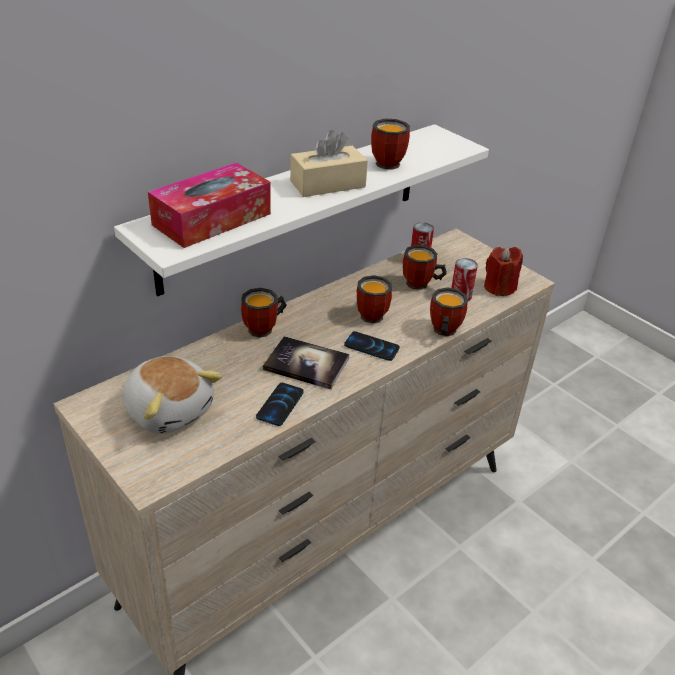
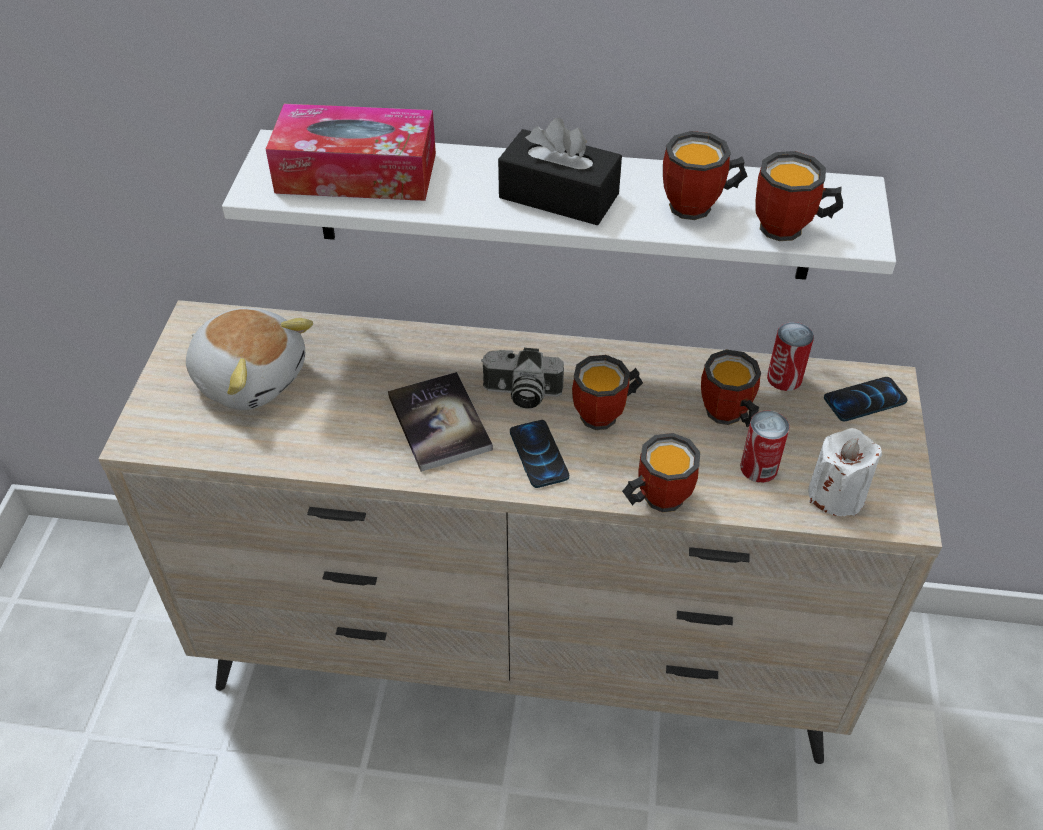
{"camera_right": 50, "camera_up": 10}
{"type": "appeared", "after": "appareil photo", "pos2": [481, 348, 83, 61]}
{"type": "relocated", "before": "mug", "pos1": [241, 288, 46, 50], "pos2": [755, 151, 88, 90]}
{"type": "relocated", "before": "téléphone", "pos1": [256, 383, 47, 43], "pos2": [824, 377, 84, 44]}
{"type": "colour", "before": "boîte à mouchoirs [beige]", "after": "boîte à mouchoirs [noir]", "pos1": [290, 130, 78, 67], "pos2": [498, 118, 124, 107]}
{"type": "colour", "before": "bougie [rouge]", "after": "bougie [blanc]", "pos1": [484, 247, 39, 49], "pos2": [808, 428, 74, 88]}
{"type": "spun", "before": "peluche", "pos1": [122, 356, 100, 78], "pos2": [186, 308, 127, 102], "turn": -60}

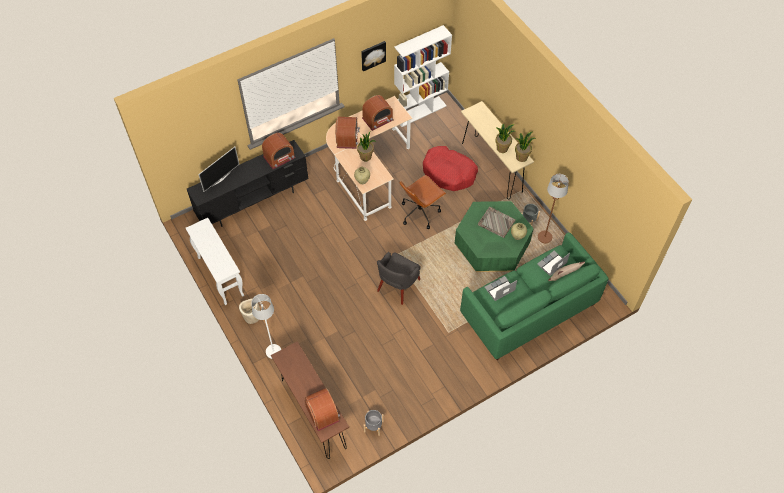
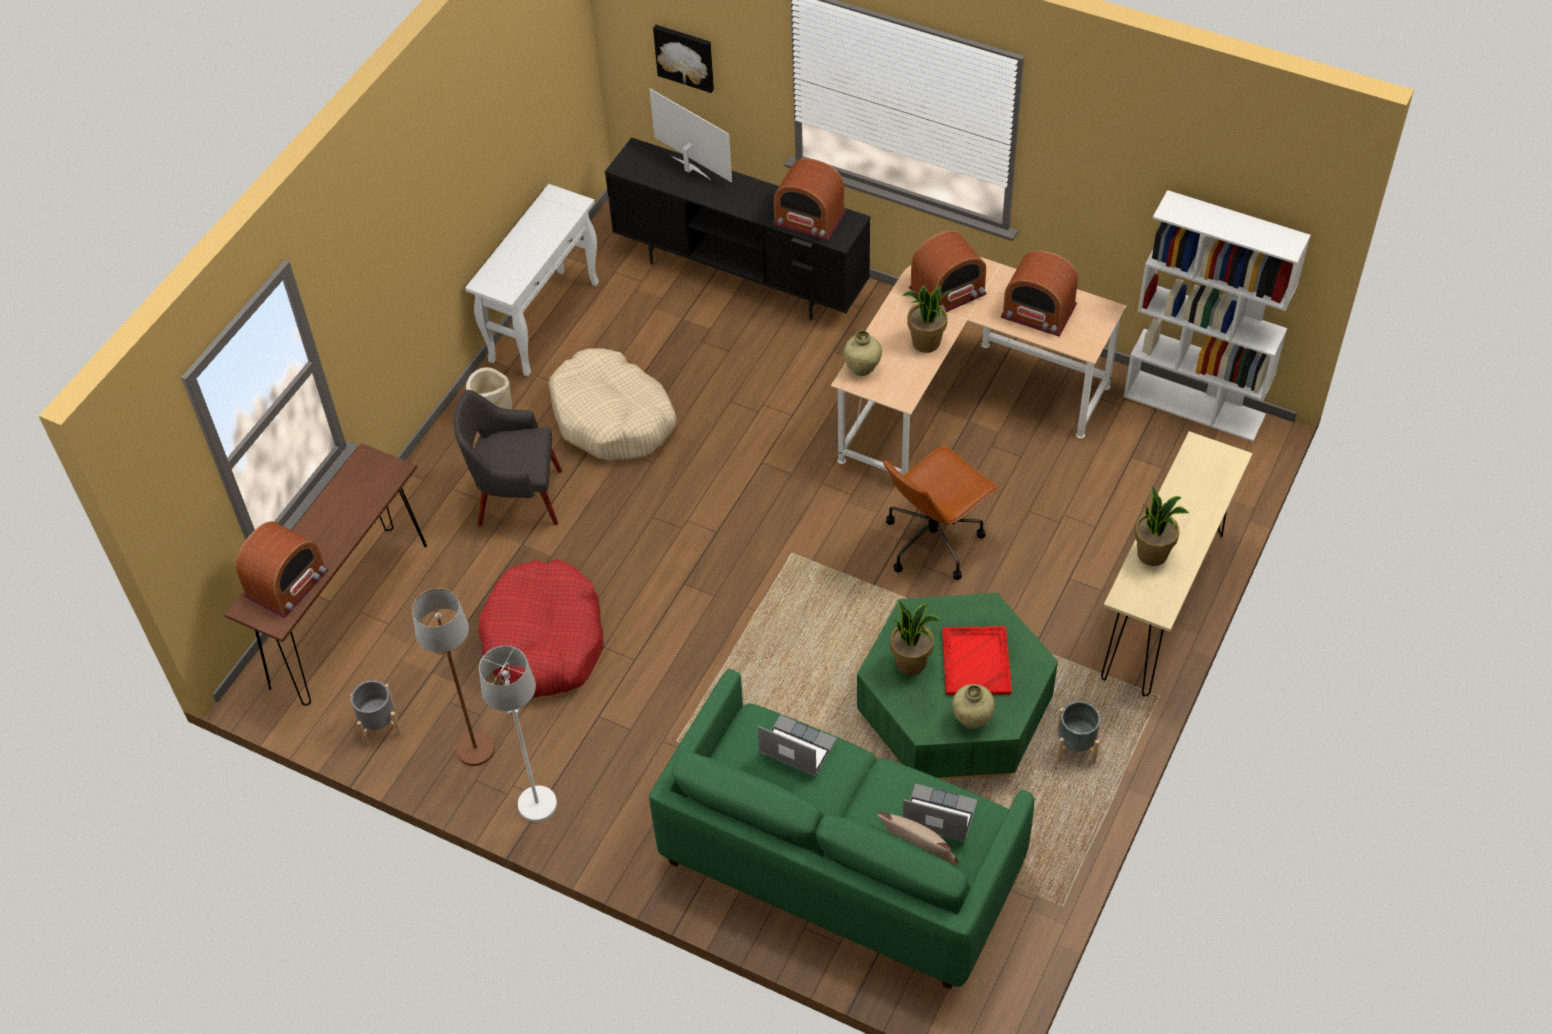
{"camera_right": 60, "camera_up": -5}
{"type": "appeared", "after": "panier pour chien [beige]", "pos2": [549, 348, 128, 112]}
{"type": "relocated", "before": "lampadaire [blanc]", "pos1": [251, 294, 30, 65], "pos2": [479, 645, 78, 177]}
{"type": "relocated", "before": "tableau", "pos1": [361, 41, 25, 30], "pos2": [653, 25, 61, 68]}
{"type": "relocated", "before": "fauteuil [gris]", "pos1": [377, 252, 44, 53], "pos2": [454, 390, 108, 136]}
{"type": "relocated", "before": "panier pour chien [rouge]", "pos1": [423, 146, 55, 45], "pos2": [479, 559, 125, 139]}
{"type": "relocated", "before": "plante en pot", "pos1": [515, 131, 21, 31], "pos2": [890, 600, 51, 75]}
{"type": "relocated", "before": "lampadaire [marron]", "pos1": [538, 174, 31, 69], "pos2": [412, 588, 83, 178]}
{"type": "colour", "before": "plateau [gris]", "after": "plateau [rouge]", "pos1": [478, 207, 38, 31], "pos2": [942, 626, 70, 69]}
{"type": "spun", "before": "téléviseur", "pos1": [198, 147, 41, 45], "pos2": [649, 89, 83, 94], "turn": -150}
{"type": "spun", "before": "chaise de bureau [marron]", "pos1": [399, 175, 47, 54], "pos2": [883, 445, 115, 135], "turn": -60}

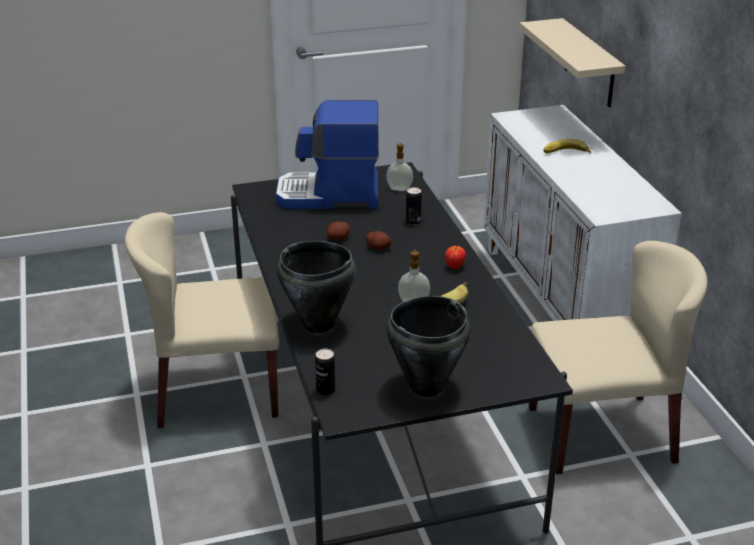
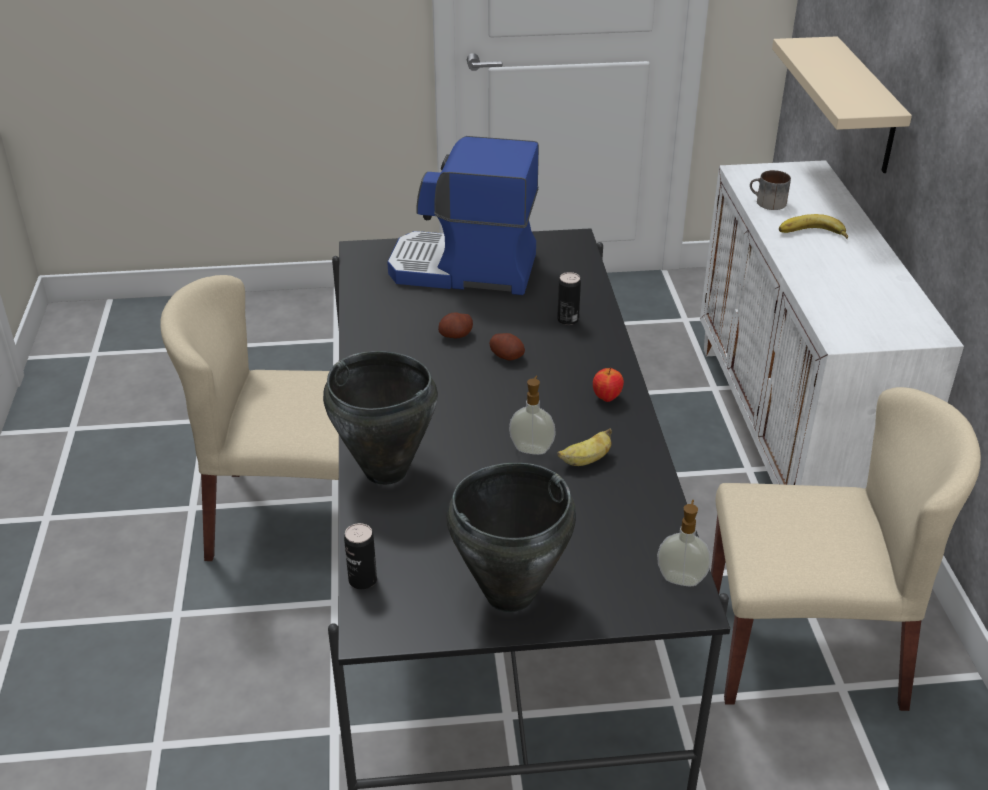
{"camera_right": 10, "camera_up": 5}
{"type": "appeared", "after": "mug", "pos2": [750, 170, 41, 40]}
{"type": "relocated", "before": "distributeur de savon", "pos1": [386, 143, 27, 48], "pos2": [657, 500, 54, 86]}

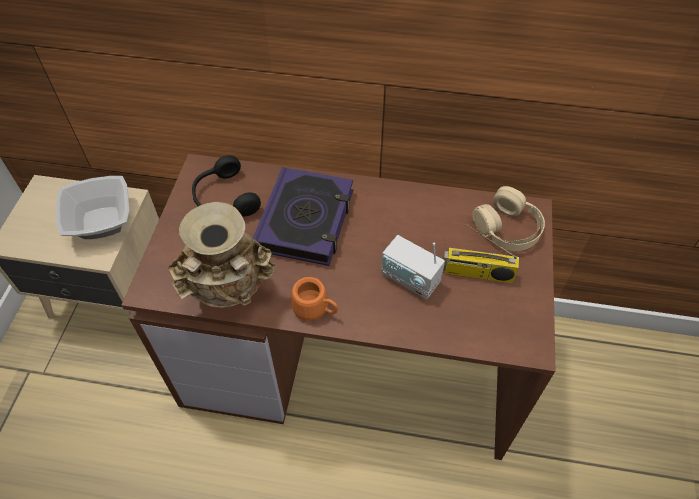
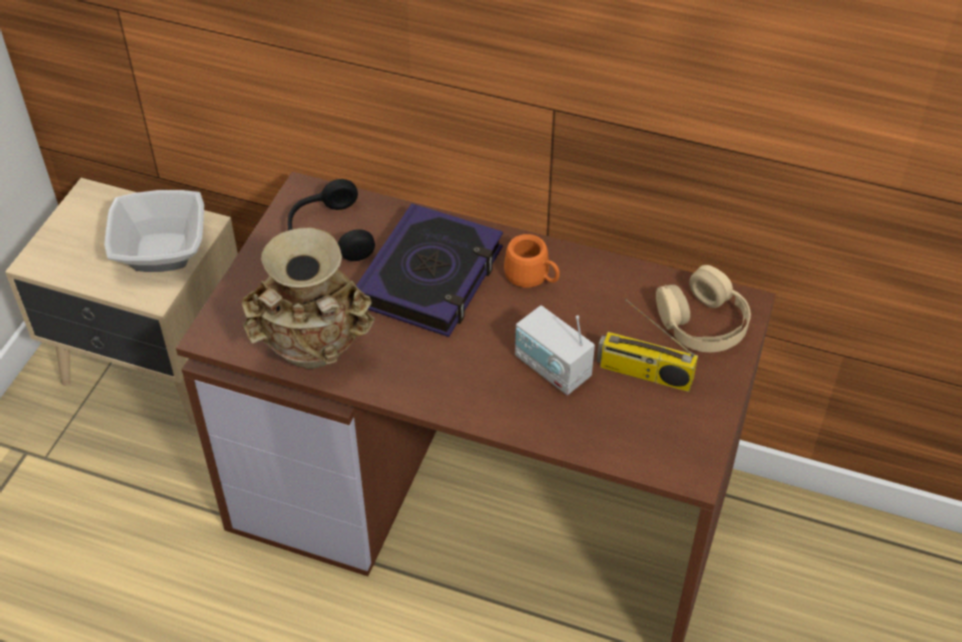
{"camera_right": 10, "camera_up": -5}
{"type": "relocated", "before": "mug [orange]", "pos1": [291, 277, 47, 44], "pos2": [504, 234, 56, 54]}

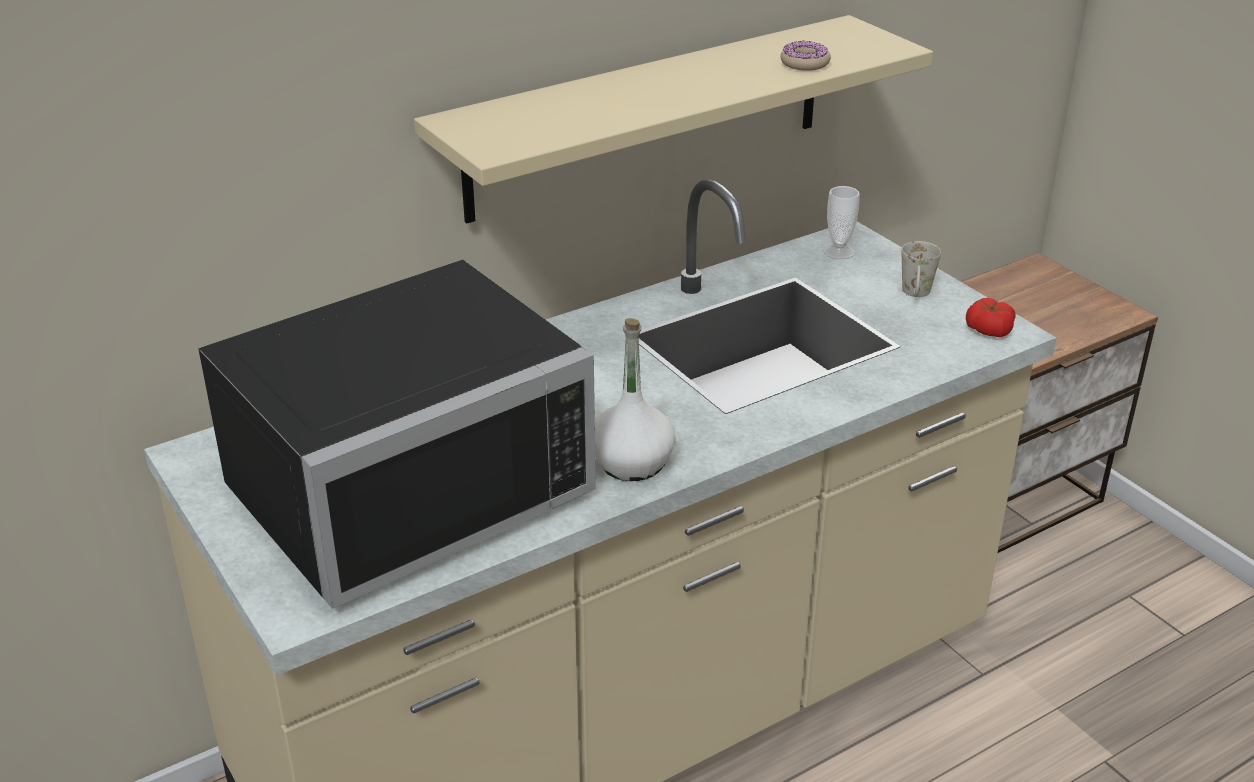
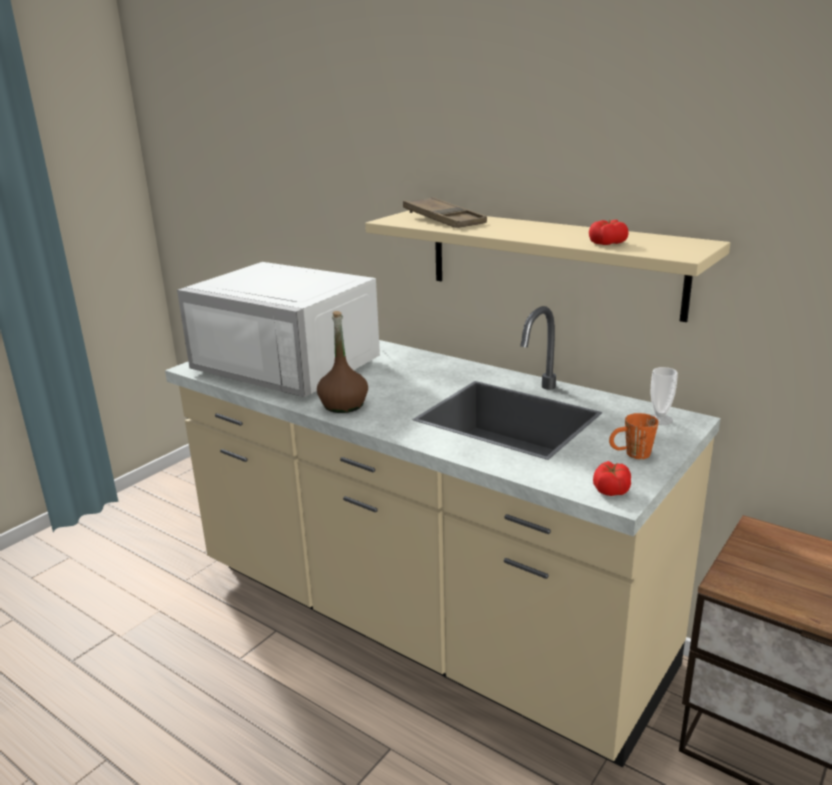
{"camera_right": 70, "camera_up": -10}
{"type": "appeared", "after": "plateau [marron]", "pos2": [403, 197, 84, 31]}
{"type": "exchanged", "before": "beignet", "after": "tomate", "pos1": [781, 40, 50, 31], "pos2": [589, 220, 40, 25]}
{"type": "colour", "before": "micro-ondes [noir]", "after": "micro-ondes [blanc]", "pos1": [198, 260, 398, 349], "pos2": [177, 262, 203, 135]}
{"type": "colour", "before": "bouteille [blanc]", "after": "bouteille [marron]", "pos1": [595, 318, 81, 163], "pos2": [317, 311, 51, 102]}
{"type": "colour", "before": "mug [blanc]", "after": "mug [orange]", "pos1": [902, 241, 39, 56], "pos2": [609, 413, 49, 46]}

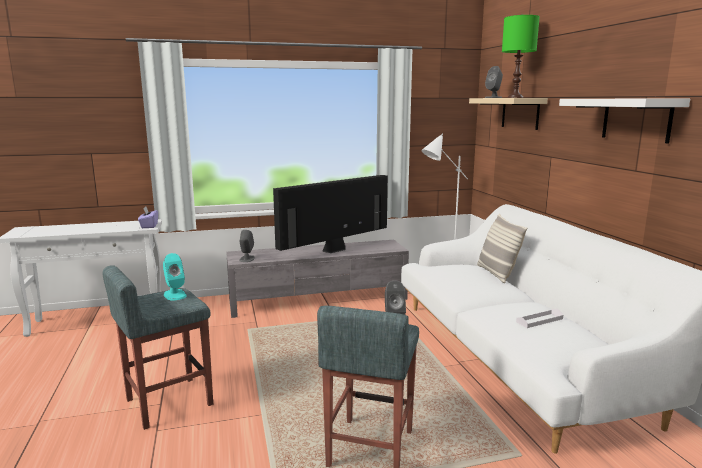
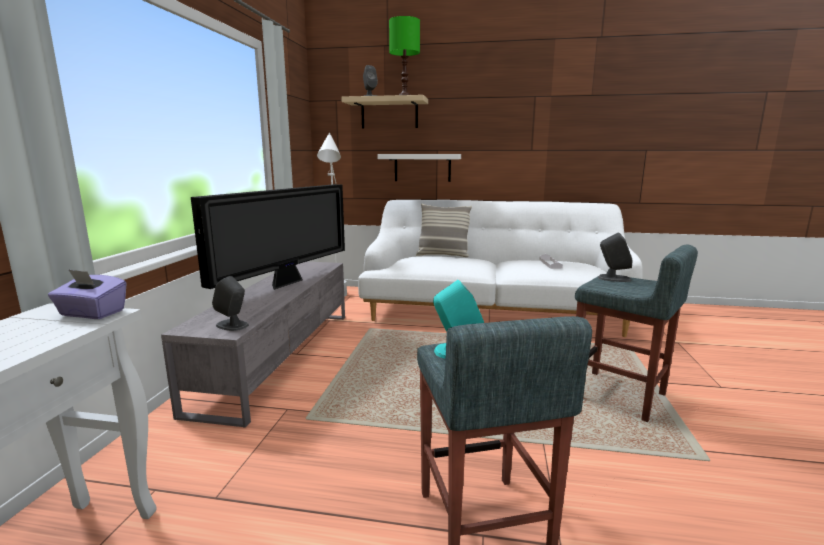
{"camera_right": -65, "camera_up": 0}
{"type": "relocated", "before": "étagère [blanc]", "pos1": [559, 98, 131, 46], "pos2": [377, 154, 84, 28]}
{"type": "spun", "before": "téléviseur", "pos1": [273, 175, 115, 78], "pos2": [191, 184, 154, 106], "turn": -135}

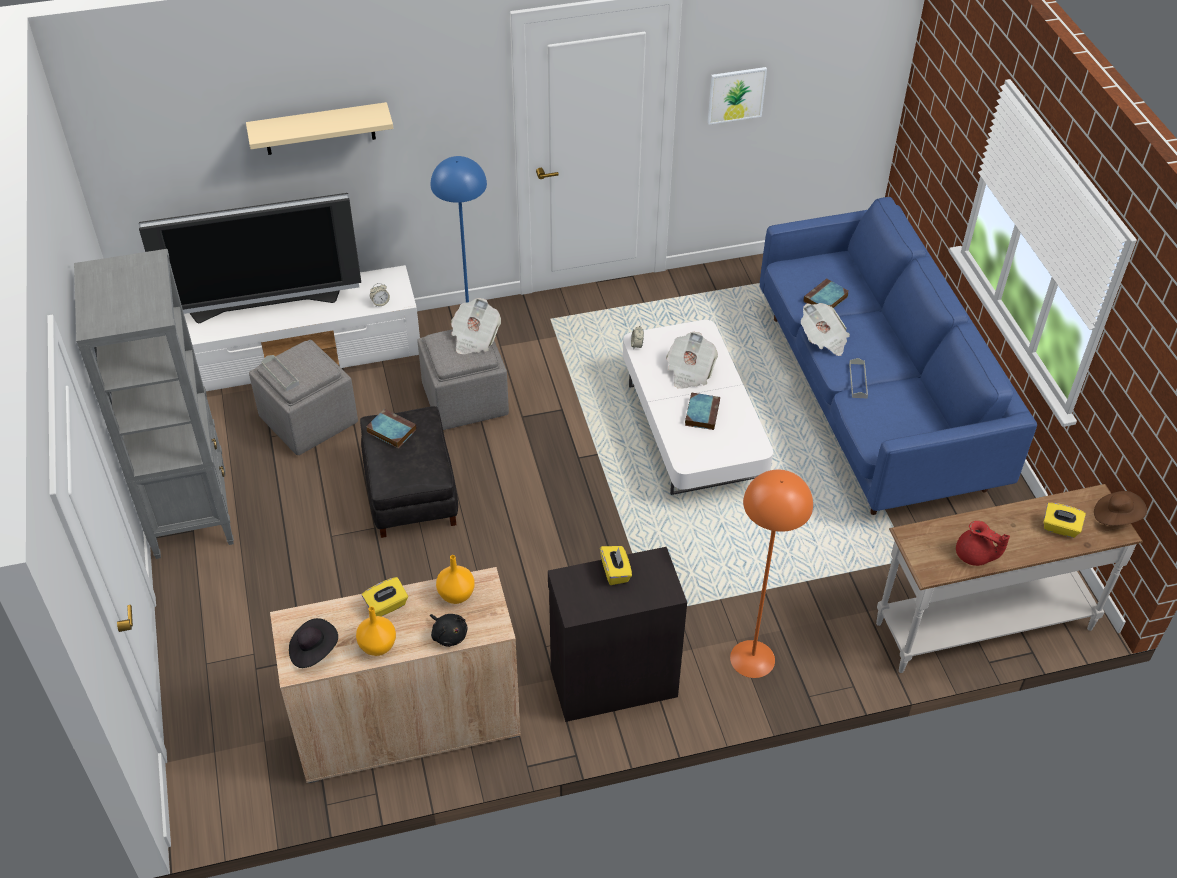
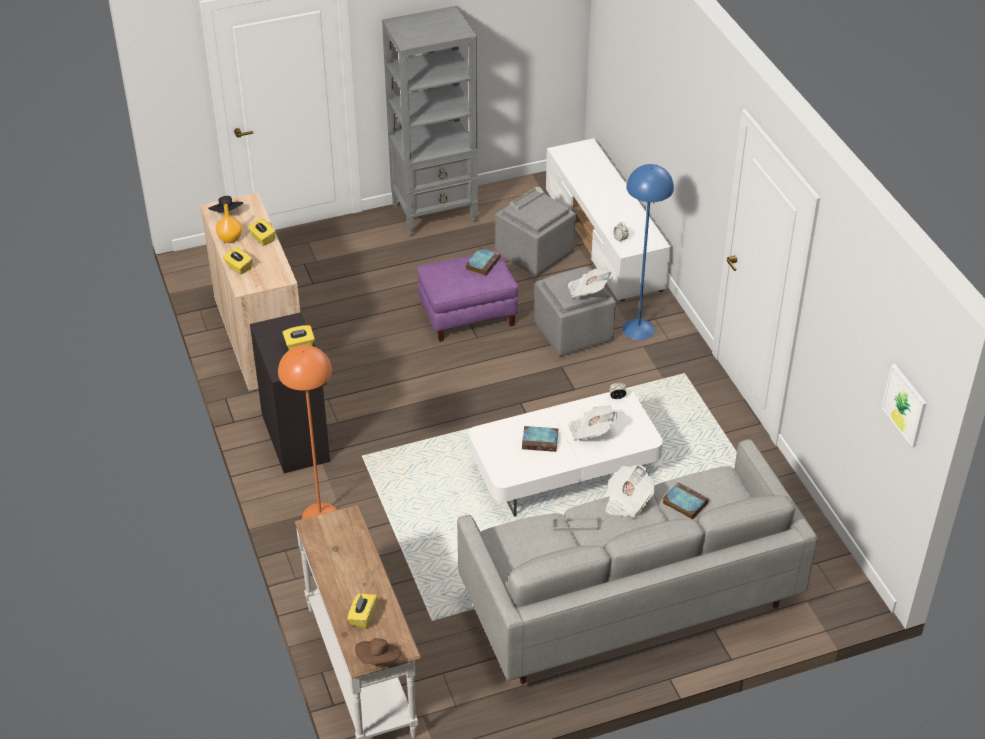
{"camera_right": 85, "camera_up": -5}
{"type": "missing", "before": "téléviseur", "pos1": [139, 193, 222, 130]}
{"type": "missing", "before": "étagère [beige]", "pos1": [246, 102, 147, 53]}
{"type": "missing", "before": "vase [orange]", "pos1": [436, 555, 39, 49]}
{"type": "missing", "before": "théière [rouge]", "pos1": [956, 521, 54, 45]}
{"type": "relocated", "before": "tableau", "pos1": [708, 67, 59, 58], "pos2": [882, 364, 45, 84]}
{"type": "exchanged", "before": "peluche [noir]", "after": "boîte à mouchoirs [jaune]", "pos1": [430, 614, 38, 33], "pos2": [223, 247, 30, 28]}
{"type": "colour", "before": "pouf [noir]", "after": "pouf [violet]", "pos1": [360, 406, 98, 132], "pos2": [417, 250, 101, 92]}
{"type": "colour", "before": "canapé [bleu]", "after": "canapé [gris]", "pos1": [760, 197, 277, 318], "pos2": [457, 439, 361, 245]}

